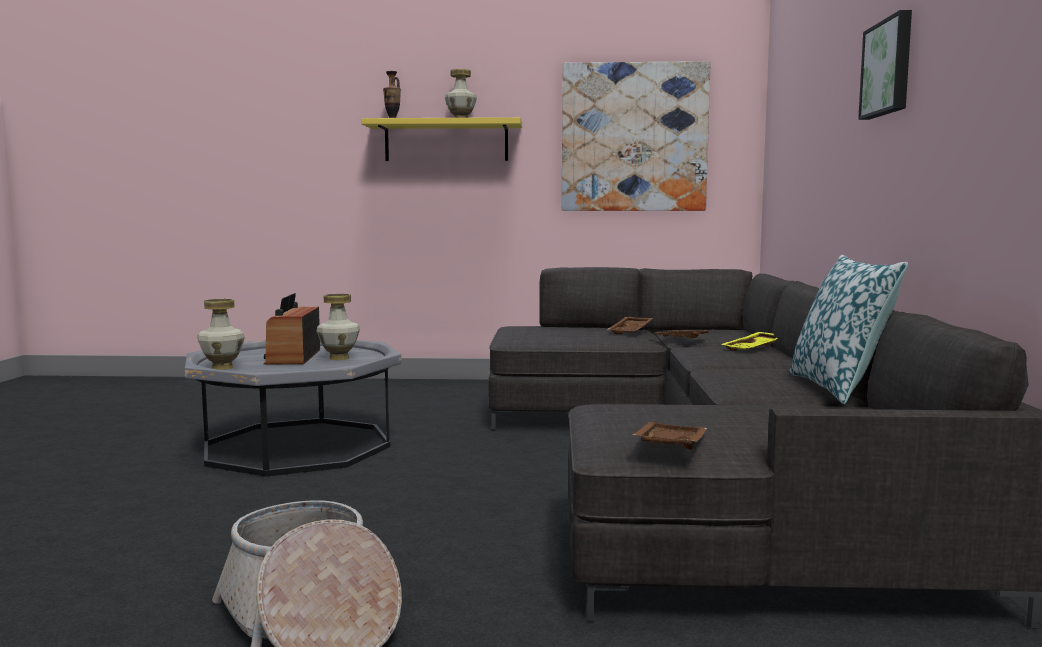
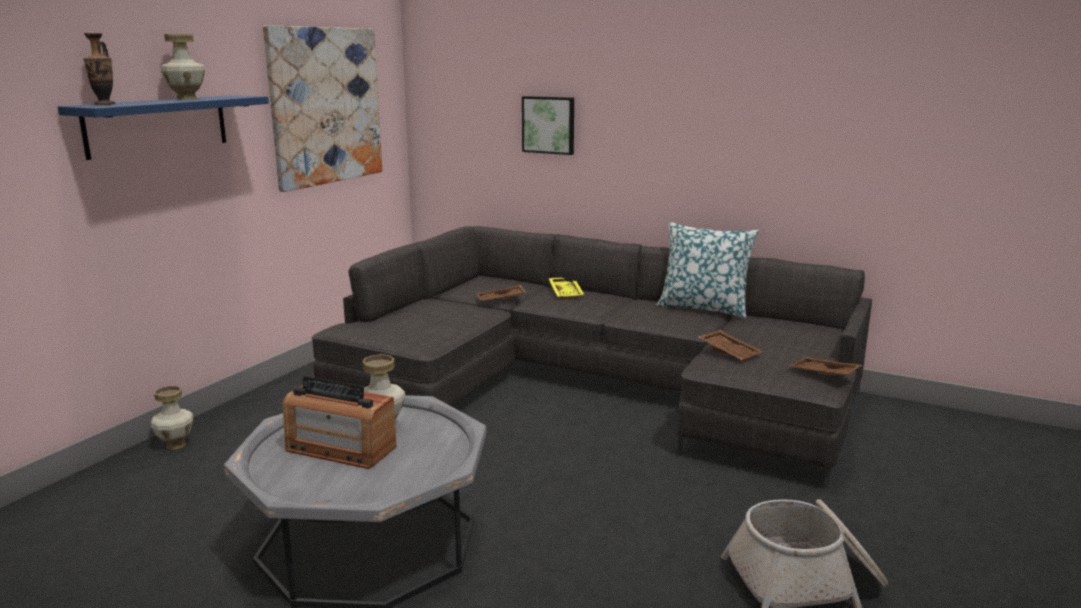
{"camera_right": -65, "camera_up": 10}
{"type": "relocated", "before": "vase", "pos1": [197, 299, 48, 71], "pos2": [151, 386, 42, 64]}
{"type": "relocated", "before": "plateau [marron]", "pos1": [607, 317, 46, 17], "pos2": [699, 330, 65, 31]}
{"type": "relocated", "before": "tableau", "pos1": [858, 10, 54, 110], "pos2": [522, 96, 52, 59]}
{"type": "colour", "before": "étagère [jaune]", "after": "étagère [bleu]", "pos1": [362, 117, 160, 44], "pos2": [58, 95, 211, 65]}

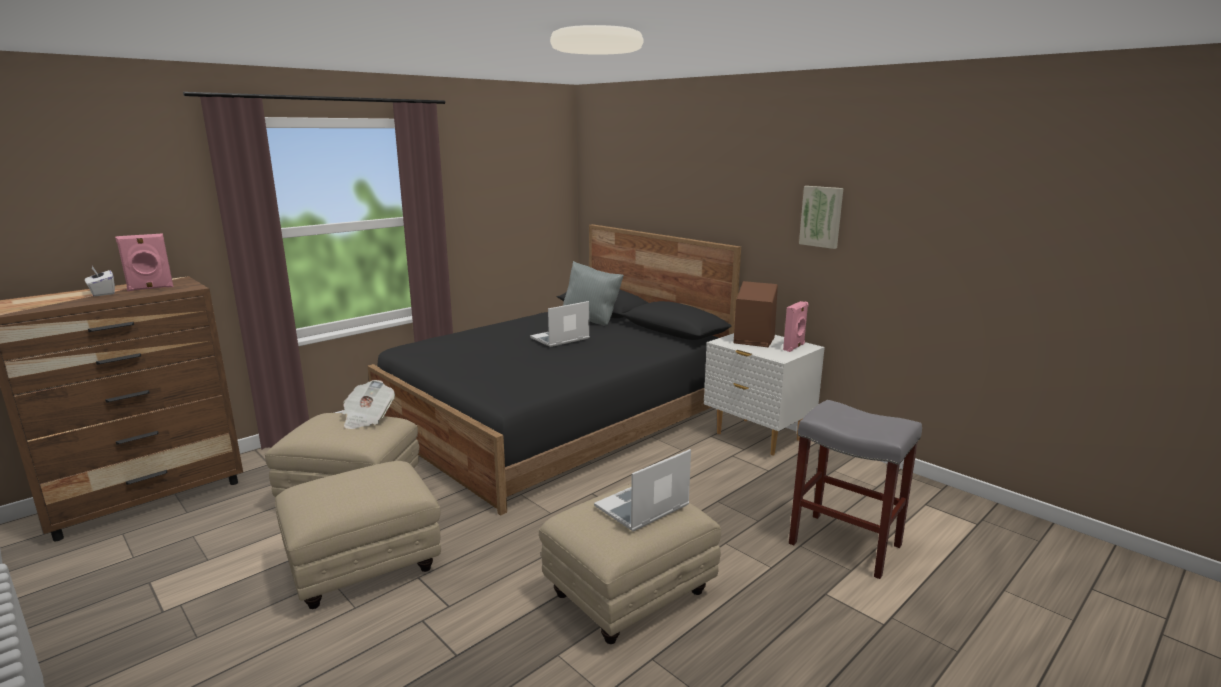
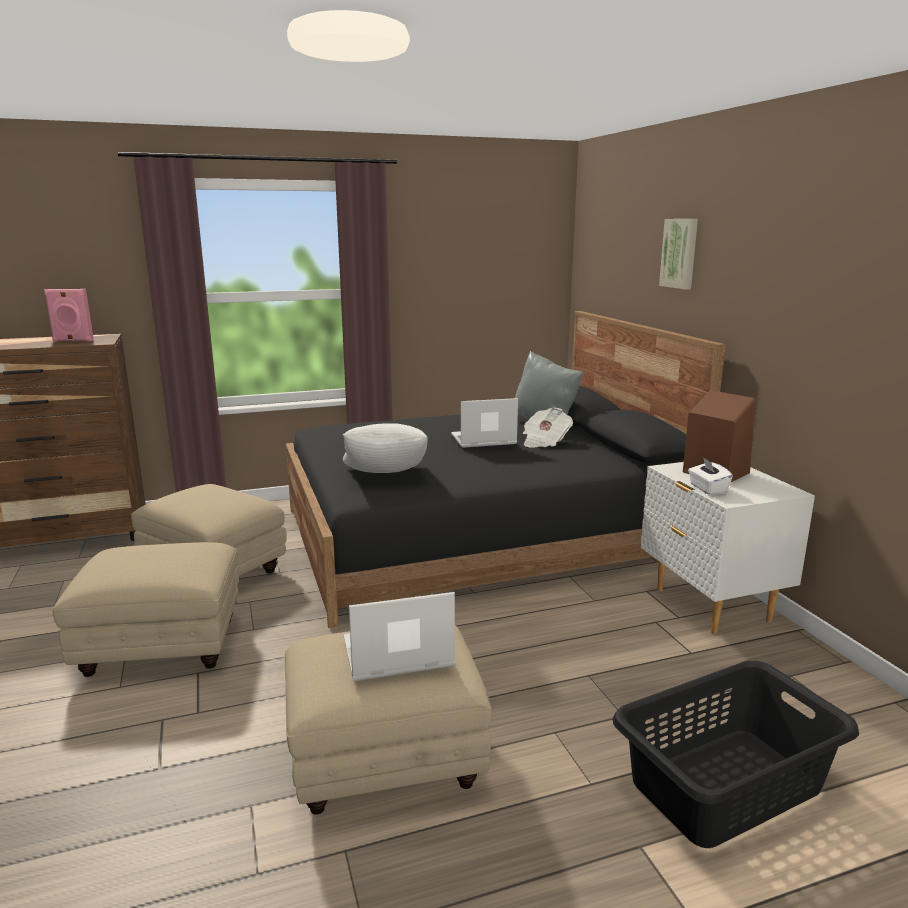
{"camera_right": 25, "camera_up": 0}
{"type": "missing", "before": "enceinte [rose]", "pos1": [783, 301, 25, 51]}
{"type": "appeared", "after": "coussin [blanc]", "pos2": [343, 423, 85, 50]}
{"type": "relocated", "before": "boîte à mouchoirs [blanc]", "pos1": [85, 266, 30, 30], "pos2": [688, 457, 45, 38]}
{"type": "relocated", "before": "journal", "pos1": [342, 380, 53, 49], "pos2": [523, 408, 50, 40]}
{"type": "relocated", "before": "tableau", "pos1": [799, 186, 44, 63], "pos2": [659, 219, 39, 71]}
{"type": "exchanged", "before": "tabouret [gris]", "after": "panier à linge [noir]", "pos1": [789, 400, 133, 179], "pos2": [613, 661, 246, 187]}

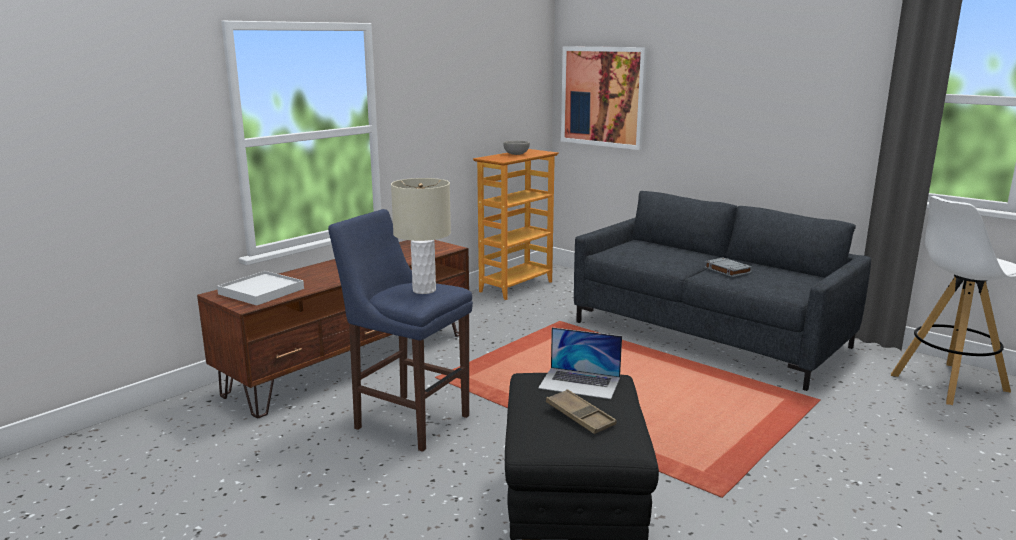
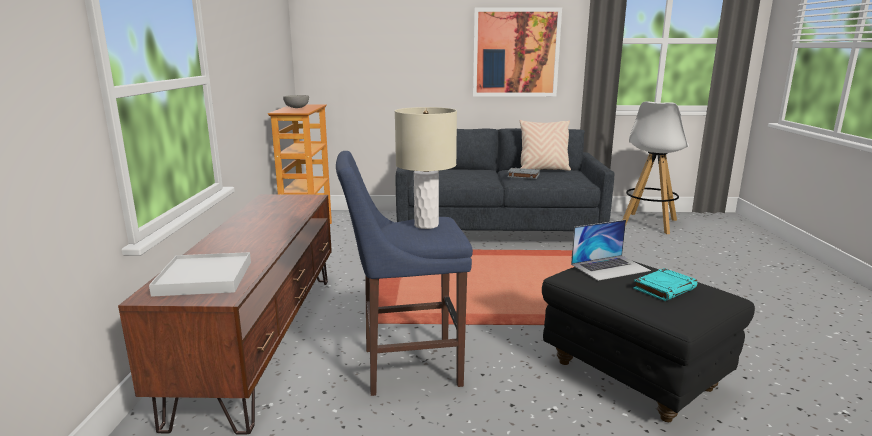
{"camera_right": -40, "camera_up": 0}
{"type": "appeared", "after": "coussin [beige]", "pos2": [520, 120, 51, 51]}
{"type": "relocated", "before": "tableau", "pos1": [561, 46, 86, 104], "pos2": [473, 7, 89, 90]}
{"type": "exchanged", "before": "plateau [marron]", "after": "livre [turquoise]", "pos1": [546, 389, 71, 45], "pos2": [633, 268, 65, 33]}

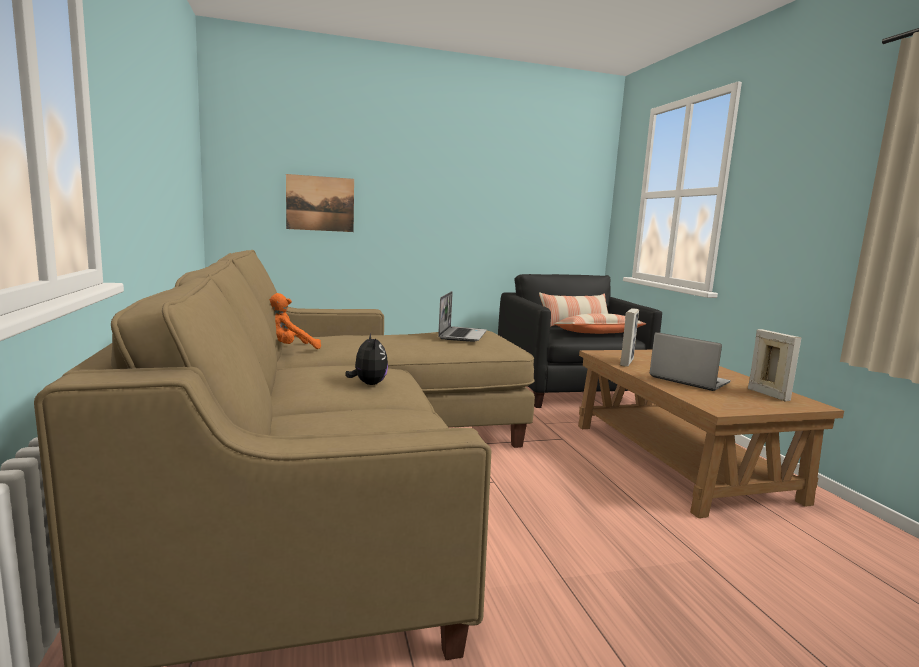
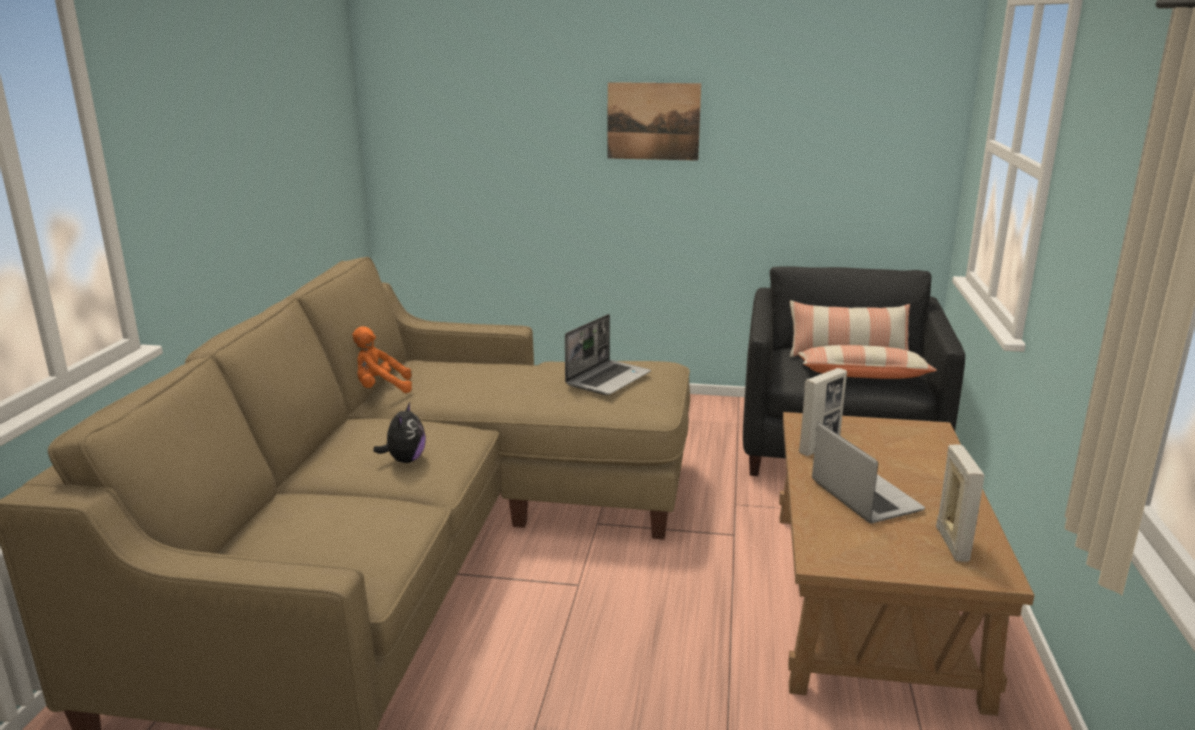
{"camera_right": 25, "camera_up": 10}
{"type": "relocated", "before": "tableau", "pos1": [286, 174, 68, 58], "pos2": [607, 82, 94, 79]}

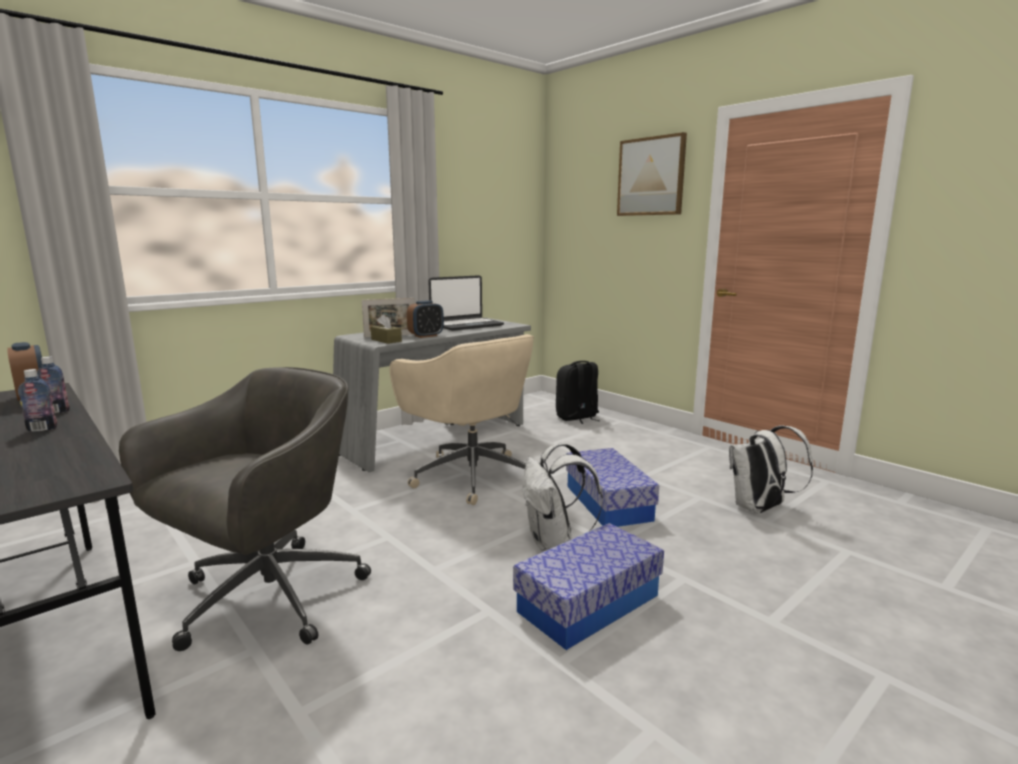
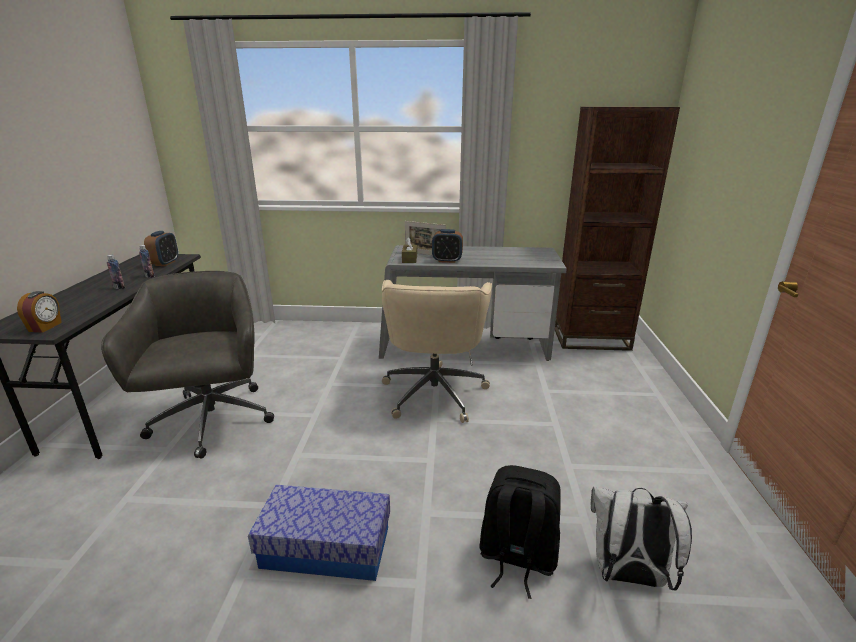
{"camera_right": 45, "camera_up": 10}
{"type": "missing", "before": "ordinateur portable", "pos1": [428, 275, 76, 56]}
{"type": "missing", "before": "sac à dos [blanc]", "pos1": [522, 443, 81, 108]}
{"type": "missing", "before": "boîte de rangement", "pos1": [566, 448, 93, 79]}
{"type": "missing", "before": "tableau", "pos1": [617, 132, 70, 84]}
{"type": "appeared", "after": "réveil", "pos2": [17, 291, 45, 42]}
{"type": "appeared", "after": "bibliothèque [marron]", "pos2": [555, 107, 125, 244]}
{"type": "relocated", "before": "sac à dos [noir]", "pos1": [556, 361, 44, 63], "pos2": [480, 465, 81, 134]}
{"type": "spun", "before": "chaise de bureau [gris]", "pos1": [119, 367, 252, 284], "pos2": [101, 271, 173, 188], "turn": -90}

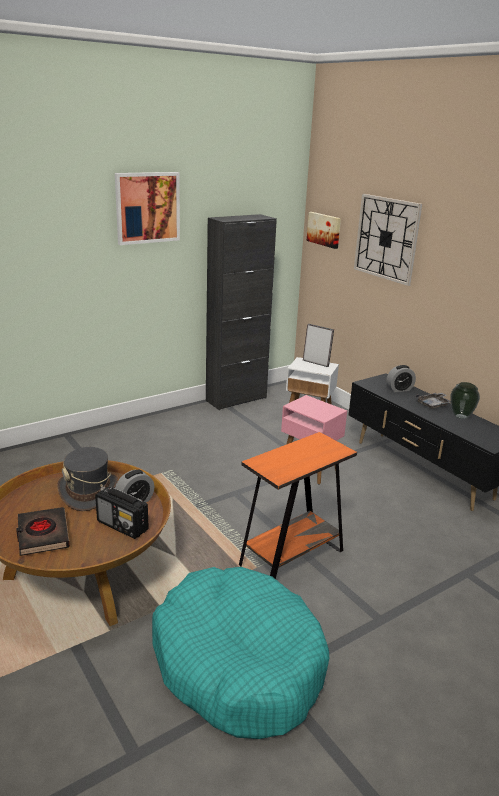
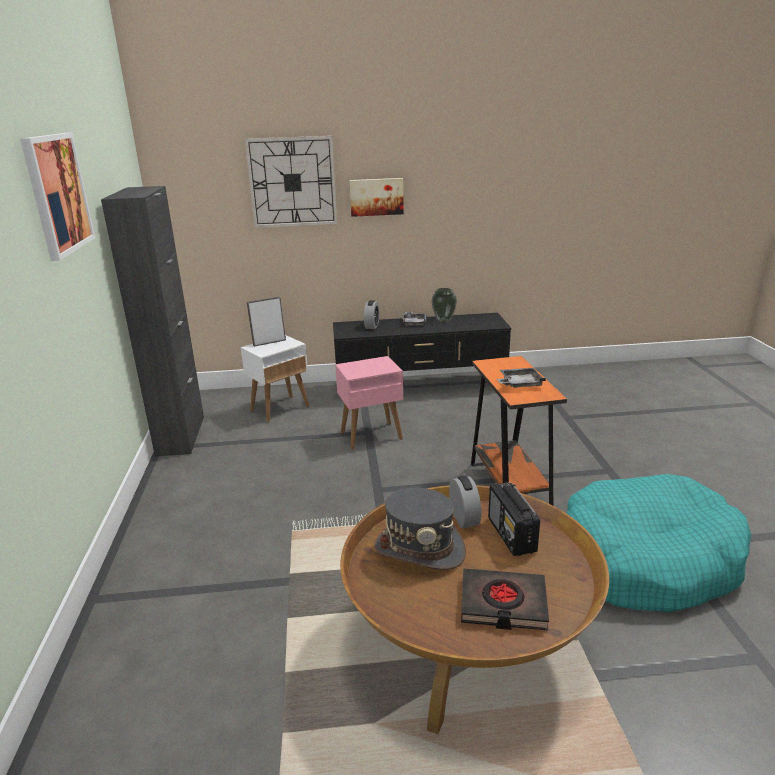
{"camera_right": -60, "camera_up": 0}
{"type": "appeared", "after": "plateau [gris]", "pos2": [497, 368, 49, 20]}
{"type": "relocated", "before": "tableau", "pos1": [307, 212, 34, 37], "pos2": [350, 178, 54, 39]}
{"type": "spun", "before": "radio", "pos1": [95, 487, 54, 52], "pos2": [488, 482, 52, 74], "turn": 105}

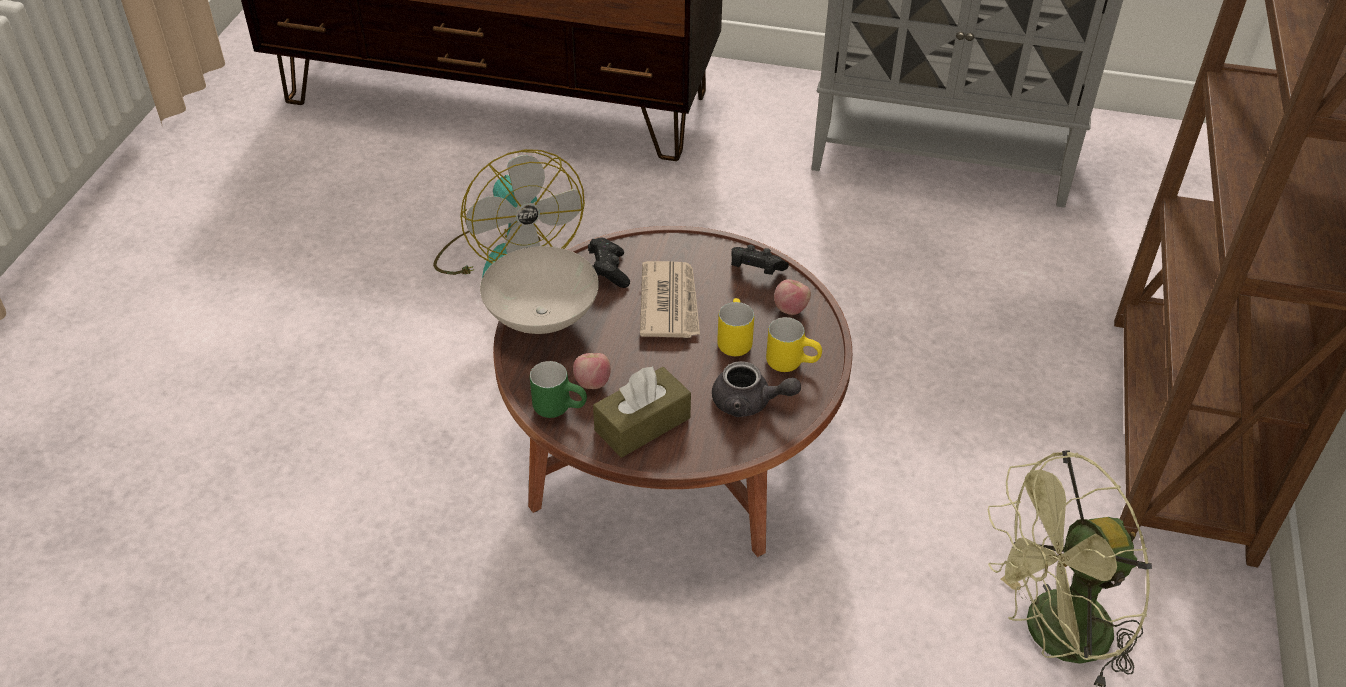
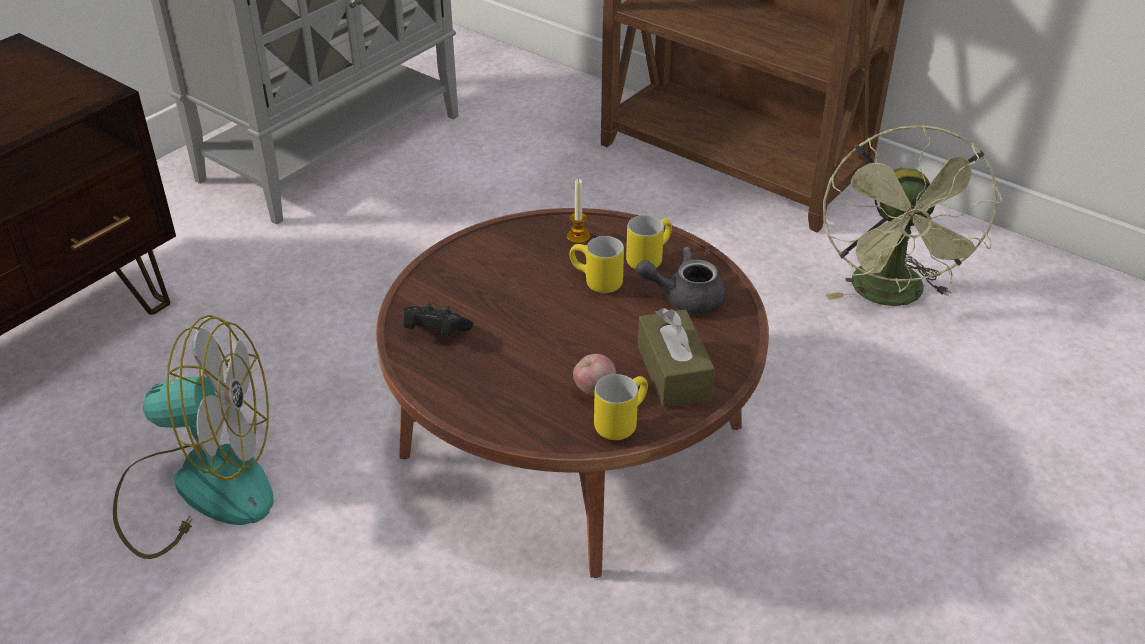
{"camera_right": -65, "camera_up": -5}
{"type": "missing", "before": "bol [blanc]", "pos1": [480, 246, 119, 88]}
{"type": "missing", "before": "journal", "pos1": [640, 261, 60, 77]}
{"type": "missing", "before": "manette [noir]", "pos1": [731, 245, 58, 30]}
{"type": "exchanged", "before": "pomme", "after": "bougie", "pos1": [774, 279, 37, 36], "pos2": [567, 179, 23, 65]}
{"type": "colour", "before": "mug [vert]", "after": "mug [jaune]", "pos1": [530, 361, 57, 57], "pos2": [594, 374, 54, 66]}
{"type": "spun", "before": "théière [gris]", "pos1": [712, 361, 89, 56], "pos2": [636, 247, 90, 67], "turn": -135}

